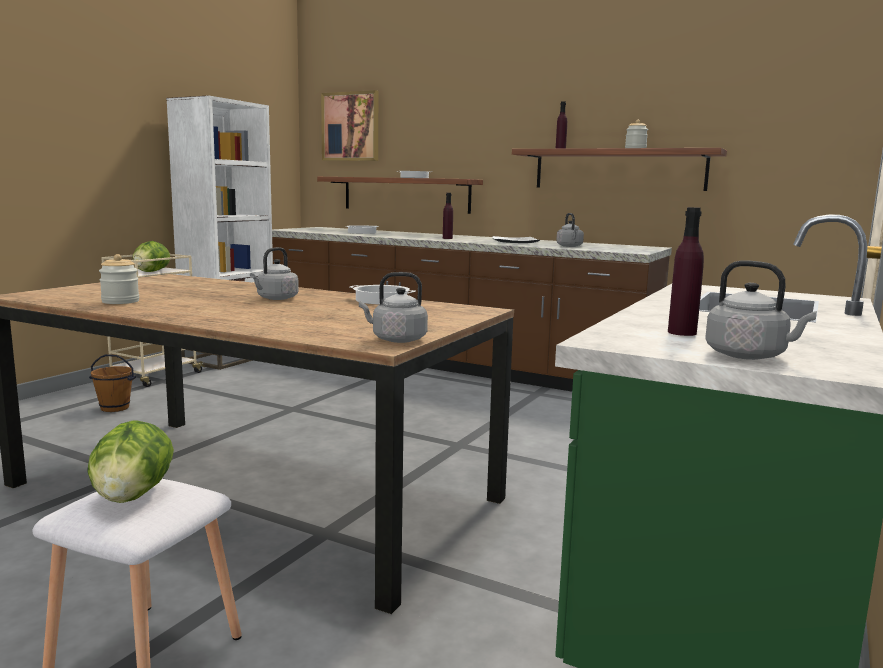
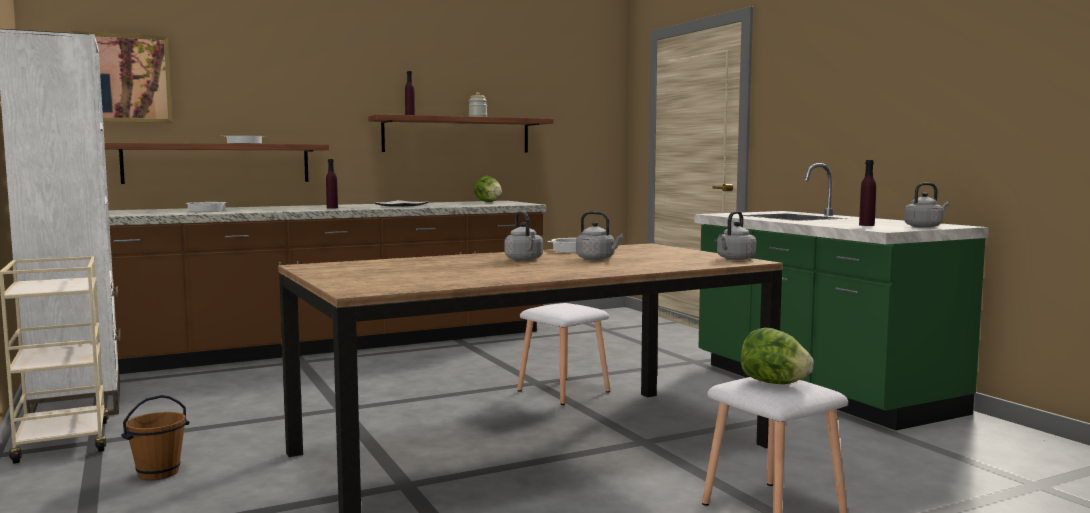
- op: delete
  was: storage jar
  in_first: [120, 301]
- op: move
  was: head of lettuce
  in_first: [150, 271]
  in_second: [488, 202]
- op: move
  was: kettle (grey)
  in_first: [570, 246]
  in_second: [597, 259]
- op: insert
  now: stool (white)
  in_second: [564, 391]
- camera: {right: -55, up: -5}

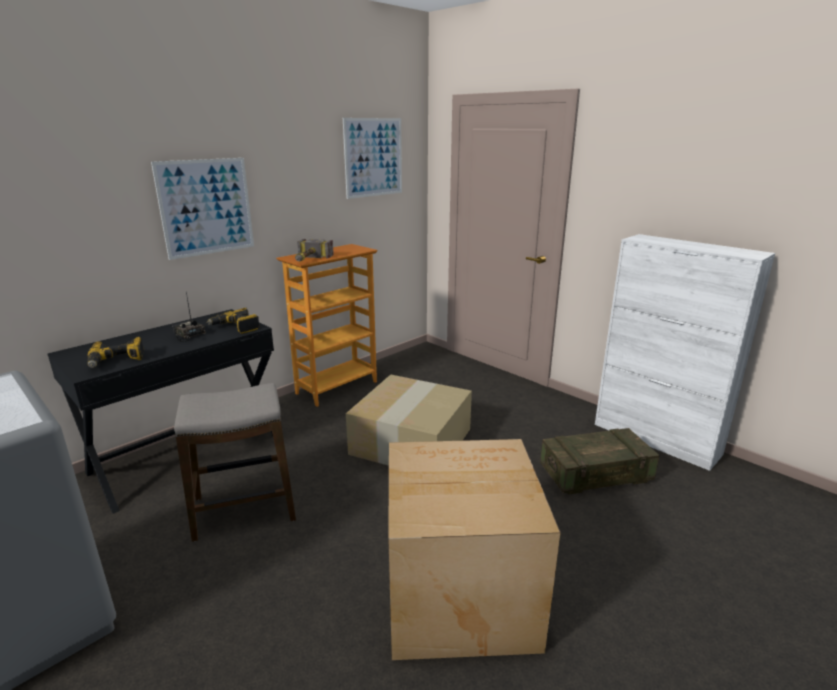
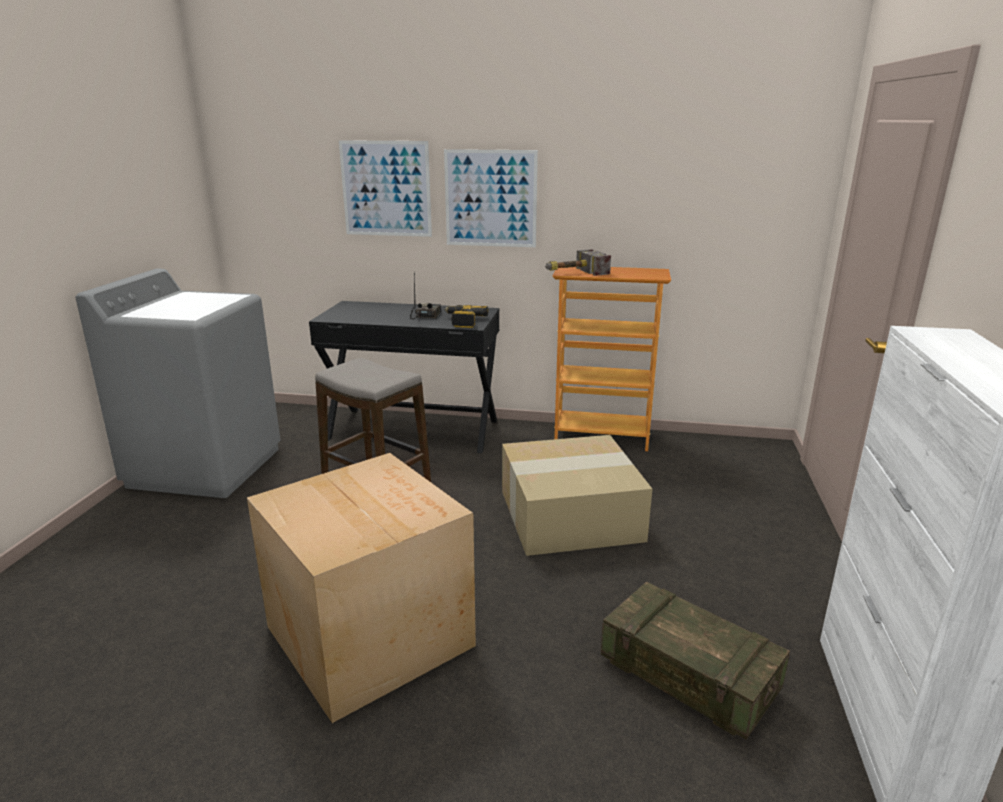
- op: delete
  was: drill
  in_first: [116, 361]
- op: move
  was: wall art
  in_first: [373, 157]
  in_second: [386, 189]
- camera: {right: 55, up: 0}

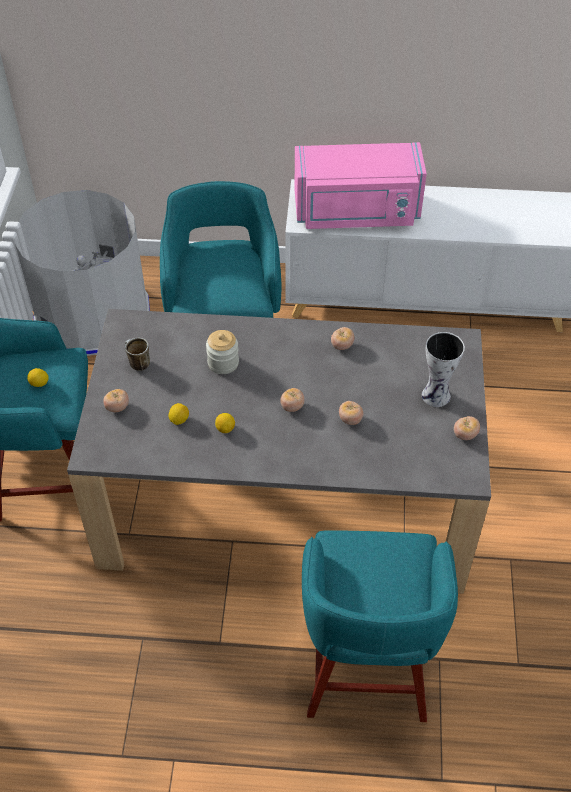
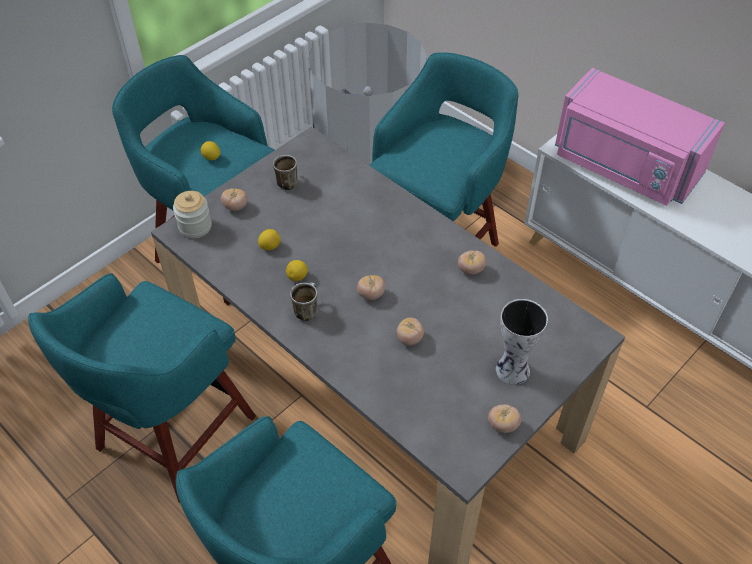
- op: move
  was: storage jar
  in_first: [223, 363]
  in_second: [195, 226]
- op: insert
  now: stool (turquoise)
  in_second: [172, 436]
- op: insert
  now: coffee mug
  in_second: [306, 310]
- camera: {right: 40, up: 0}

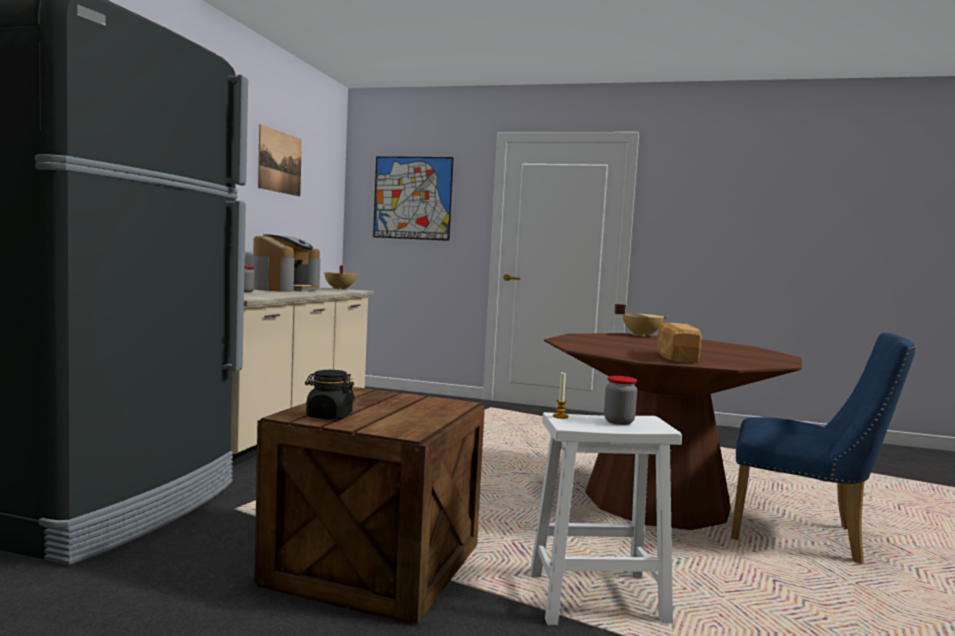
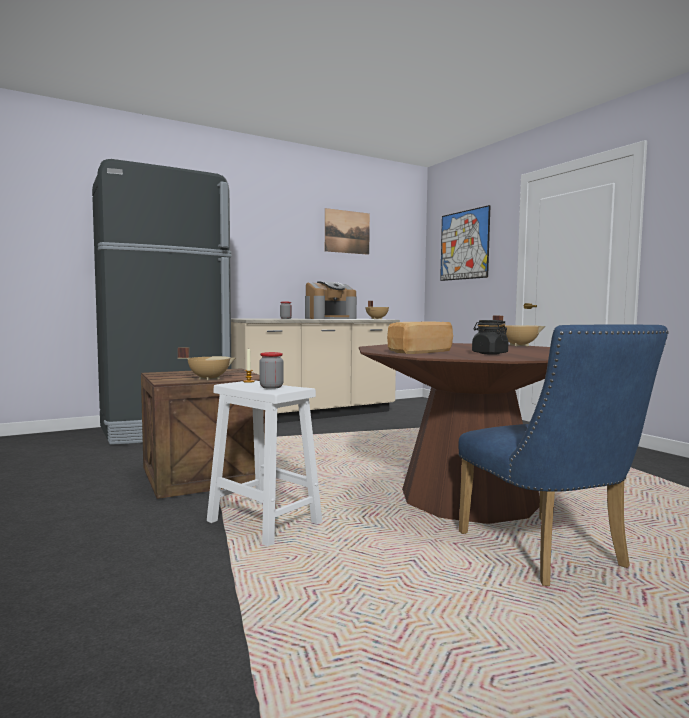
- op: move
  was: storage jar (blackish)
  in_first: [329, 416]
  in_second: [489, 353]
- op: insert
  now: stockpot (beige)
  in_second: [209, 379]
- camera: {right: 45, up: 0}

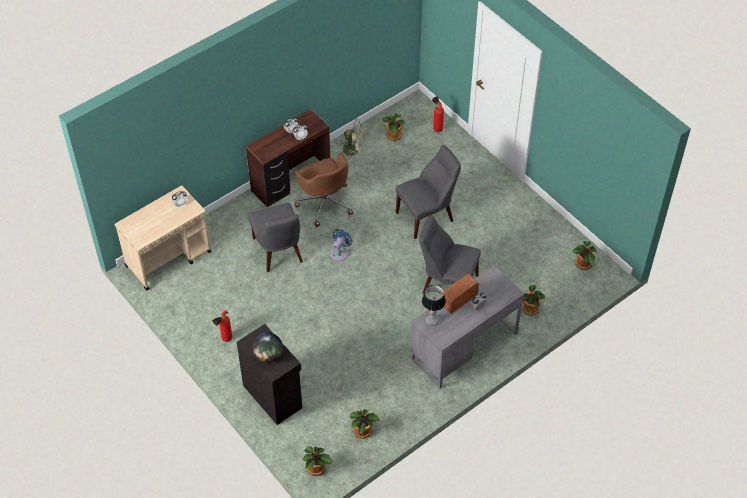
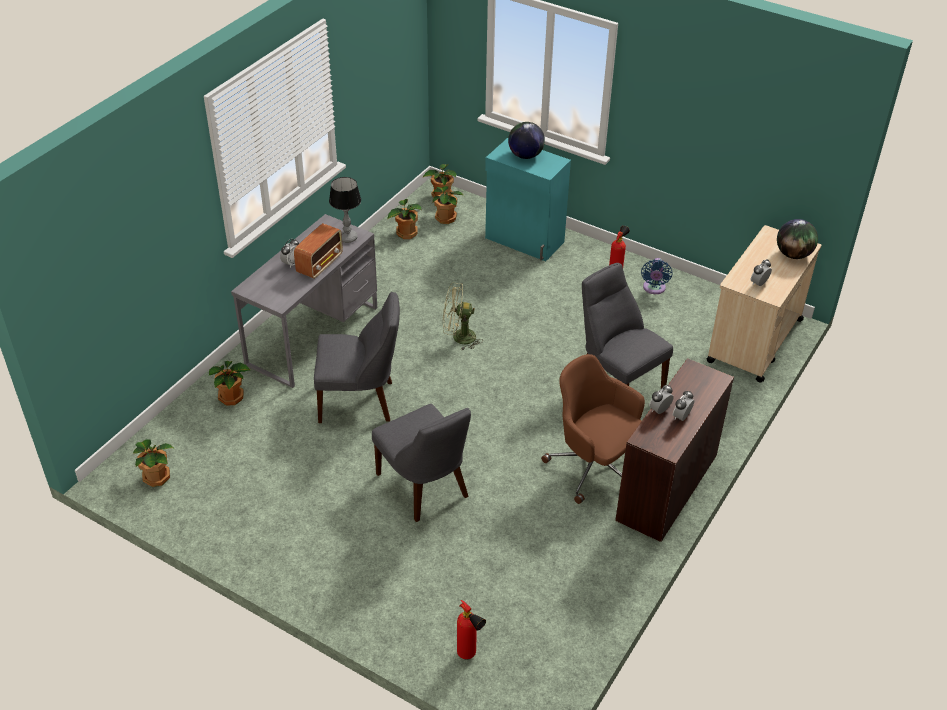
- op: recolor
  was: cupboard (blackish)
  now: cupboard (turquoise)
  in_first: [273, 395]
  in_second: [524, 240]
- op: move
  was: fan (bluish)
  in_first: [340, 253]
  in_second: [654, 288]
- op: move
  was: fan (green)
  in_first: [353, 150]
  in_second: [458, 337]
- op: move
  was: plant in a pot
  in_first: [393, 136]
  in_second: [446, 218]
- op: rotate
  was: plain chair (grey)
  in_first: [427, 216]
  in_second: [424, 488]
  clockwise: -75
- op: insert
  now: globe
  in_second: [793, 254]
- camera: {right: 160, up: -10}

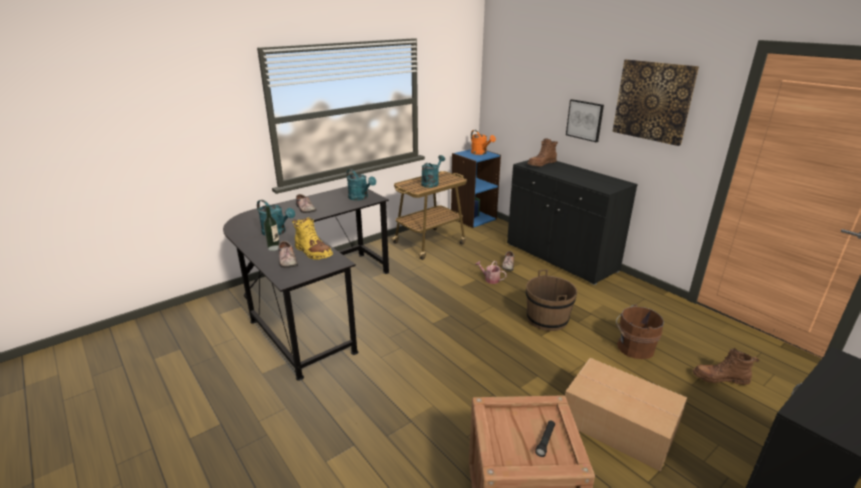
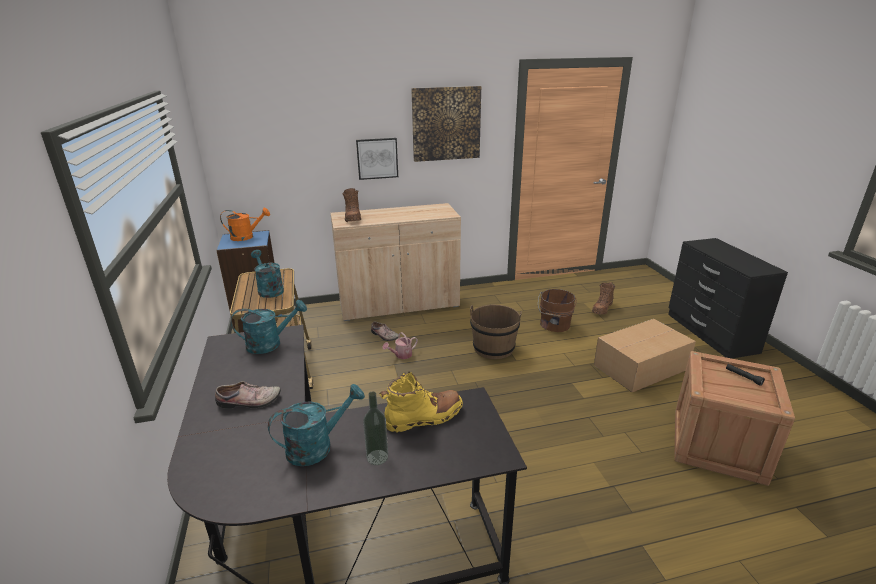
- op: delete
  was: shoe
  in_first: [286, 261]
- op: recolor
  was: cupboard (blackish)
  now: cupboard (beige)
  in_first: [560, 257]
  in_second: [399, 304]
- camera: {right: -65, up: 0}

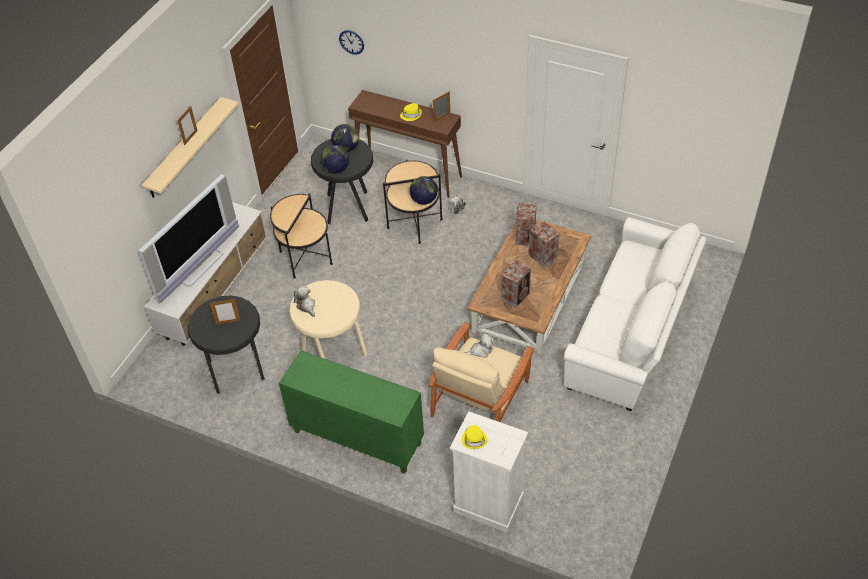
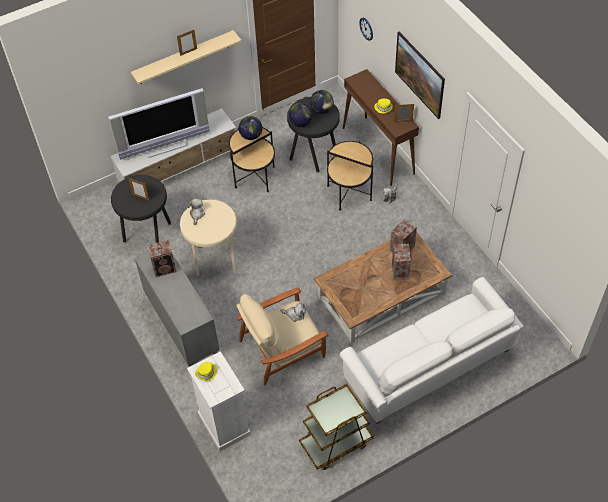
- op: recolor
  was: cupboard (green)
  now: cupboard (grey)
  in_first: [356, 438]
  in_second: [181, 325]
- op: move
  was: globe
  in_first: [424, 200]
  in_second: [251, 136]
- op: move
  was: speaker
  in_first: [516, 296]
  in_second: [165, 268]
- op: insert
  now: trolley (brown)
  in_second: [336, 443]
- op: insert
  now: wall art
  in_second: [418, 84]
- camera: {right: 35, up: 5}

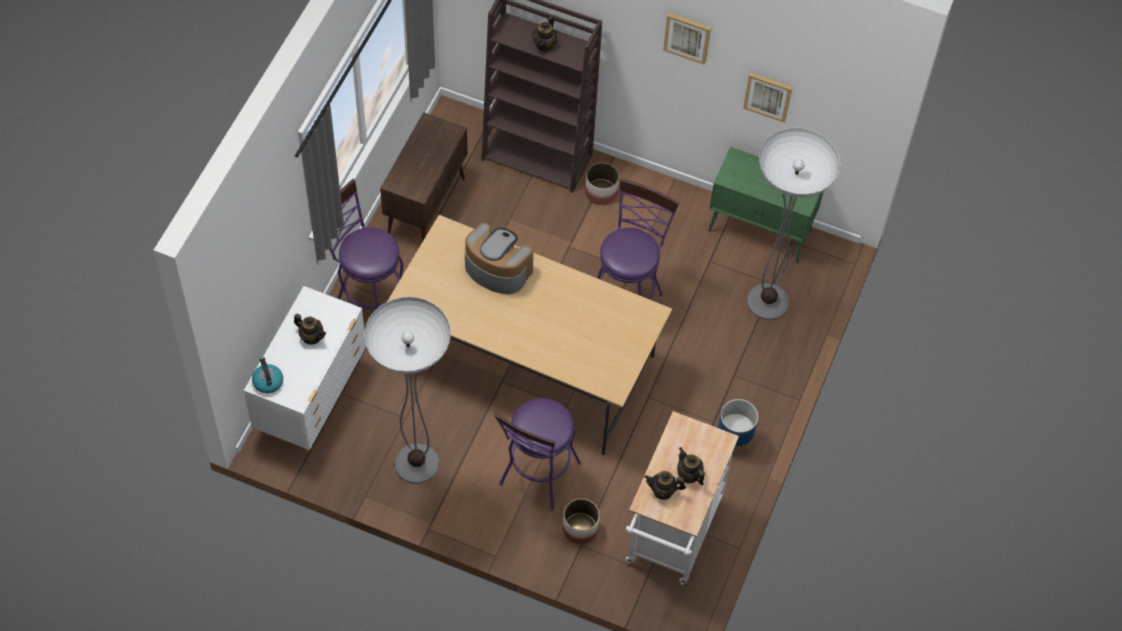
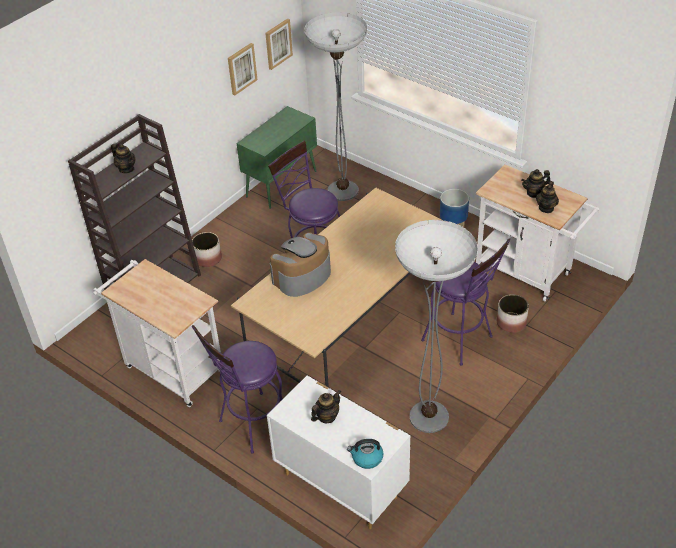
- op: replace
  was: cupboard (brown)
  now: trolley (white)
  in_first: [426, 207]
  in_second: [170, 368]
- op: move
  was: wall art
  in_first: [687, 37]
  in_second: [278, 43]
- camera: {right: -70, up: -15}

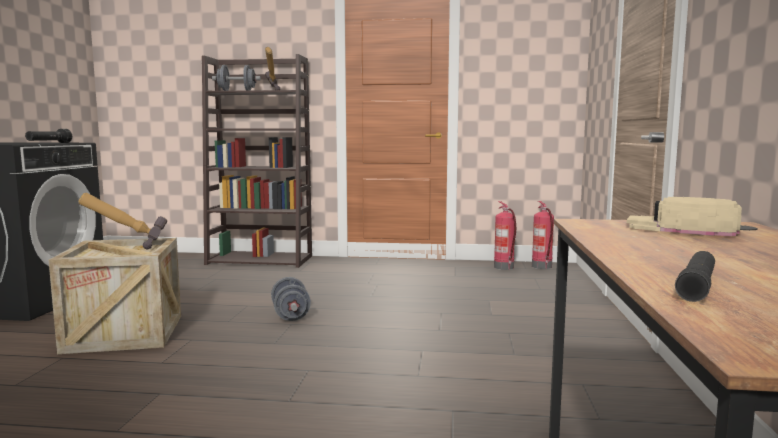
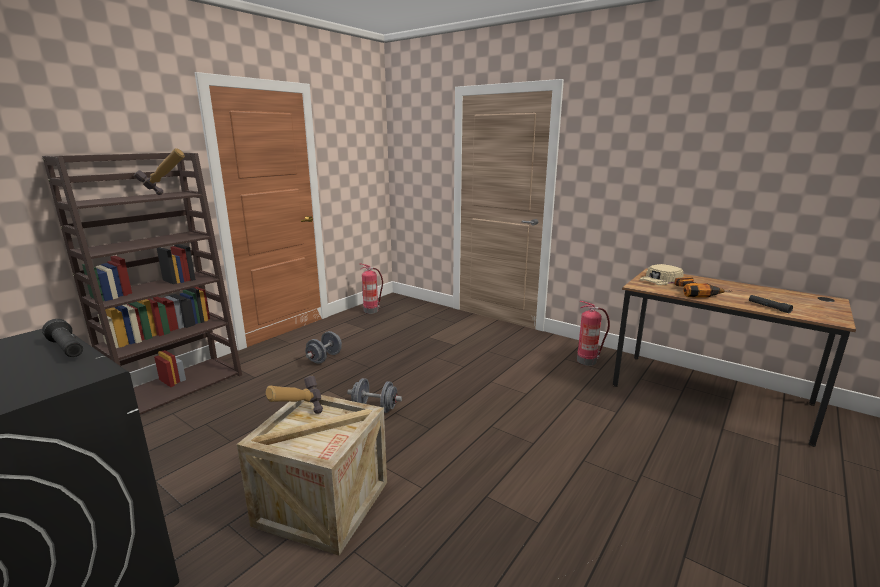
- op: move
  was: free weight (grey)
  in_first: [236, 91]
  in_second: [324, 358]
- op: move
  was: fire extinguisher
  in_first: [542, 267]
  in_second: [587, 361]
- op: insert
  now: drill
  in_second: [697, 292]
- camera: {right: -60, up: 10}

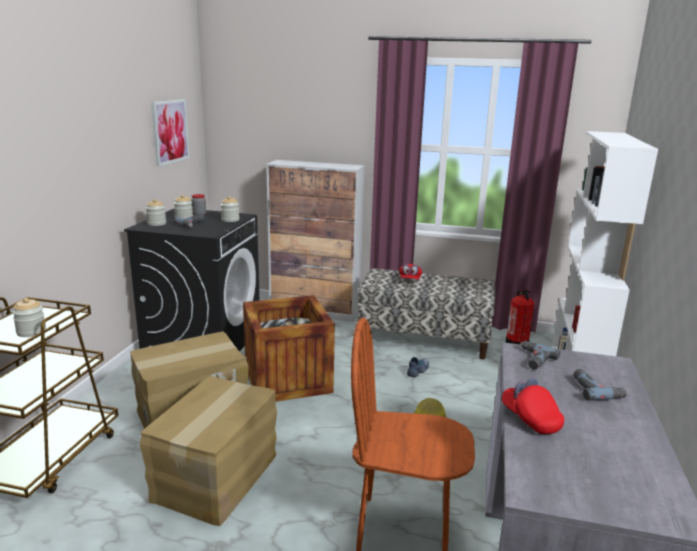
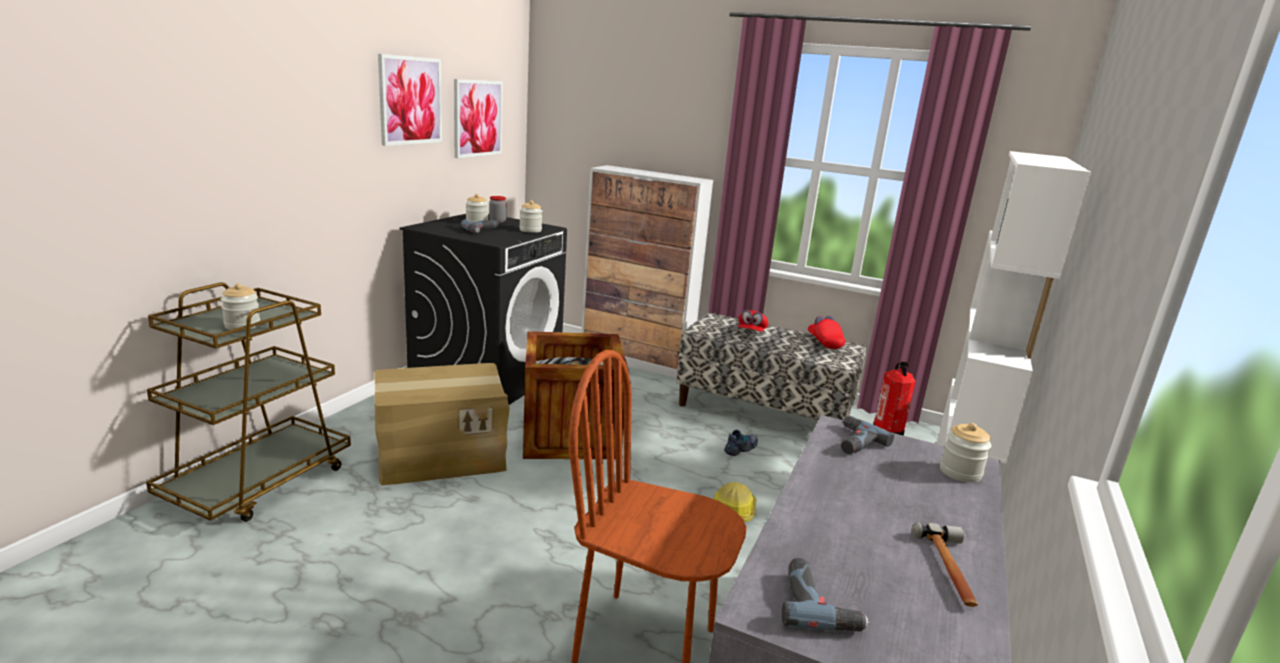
- op: delete
  was: carton
  in_first: [217, 477]
- op: move
  was: storage jar
  in_first: [156, 224]
  in_second: [960, 472]
- op: move
  was: baseball cap (reddish)
  in_first: [530, 419]
  in_second: [824, 342]
- op: move
  was: drill
  in_first: [596, 390]
  in_second: [818, 604]
- op: insert
  now: wall art
  in_second: [410, 100]
- op: insert
  now: hammer
  in_second: [951, 570]
- camera: {right: 10, up: 0}

